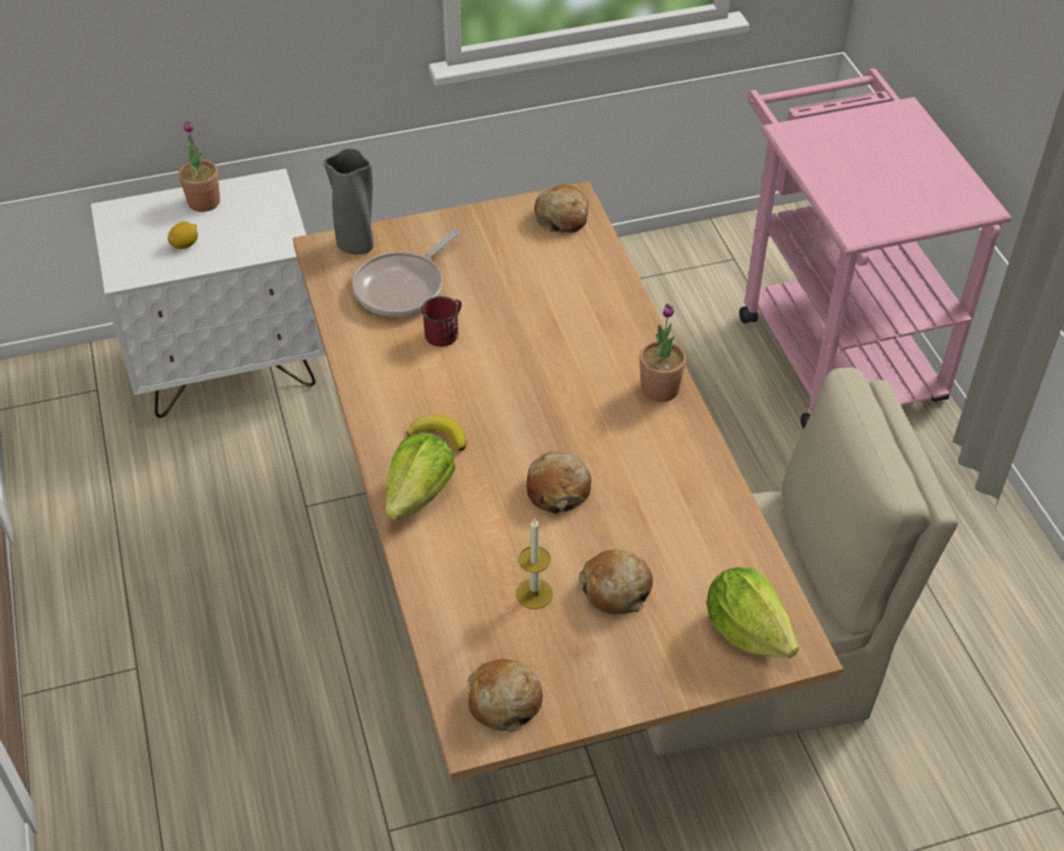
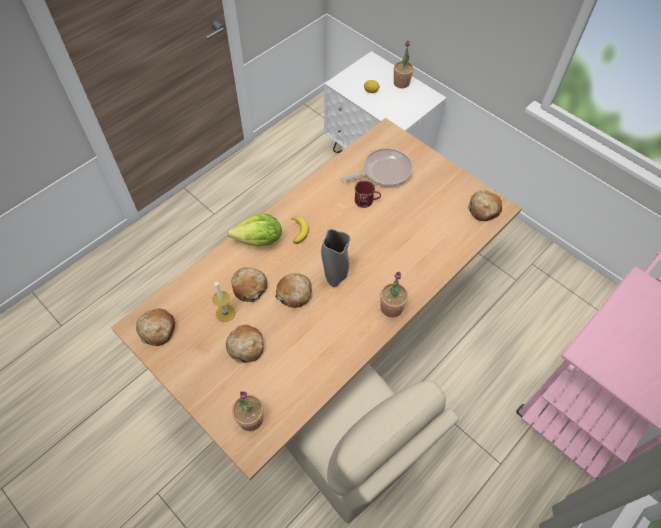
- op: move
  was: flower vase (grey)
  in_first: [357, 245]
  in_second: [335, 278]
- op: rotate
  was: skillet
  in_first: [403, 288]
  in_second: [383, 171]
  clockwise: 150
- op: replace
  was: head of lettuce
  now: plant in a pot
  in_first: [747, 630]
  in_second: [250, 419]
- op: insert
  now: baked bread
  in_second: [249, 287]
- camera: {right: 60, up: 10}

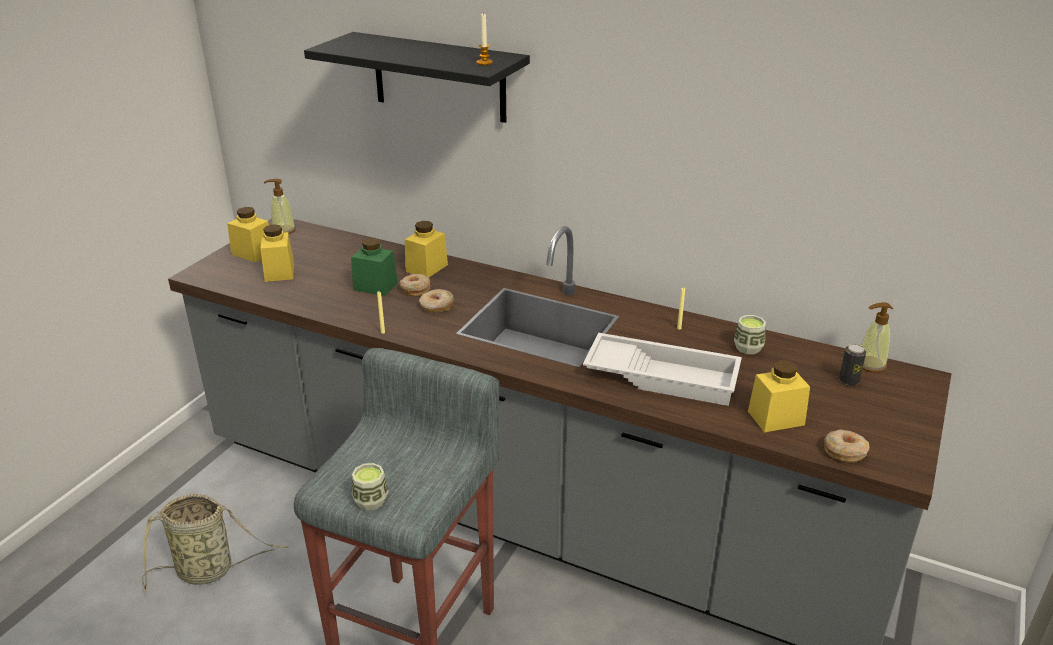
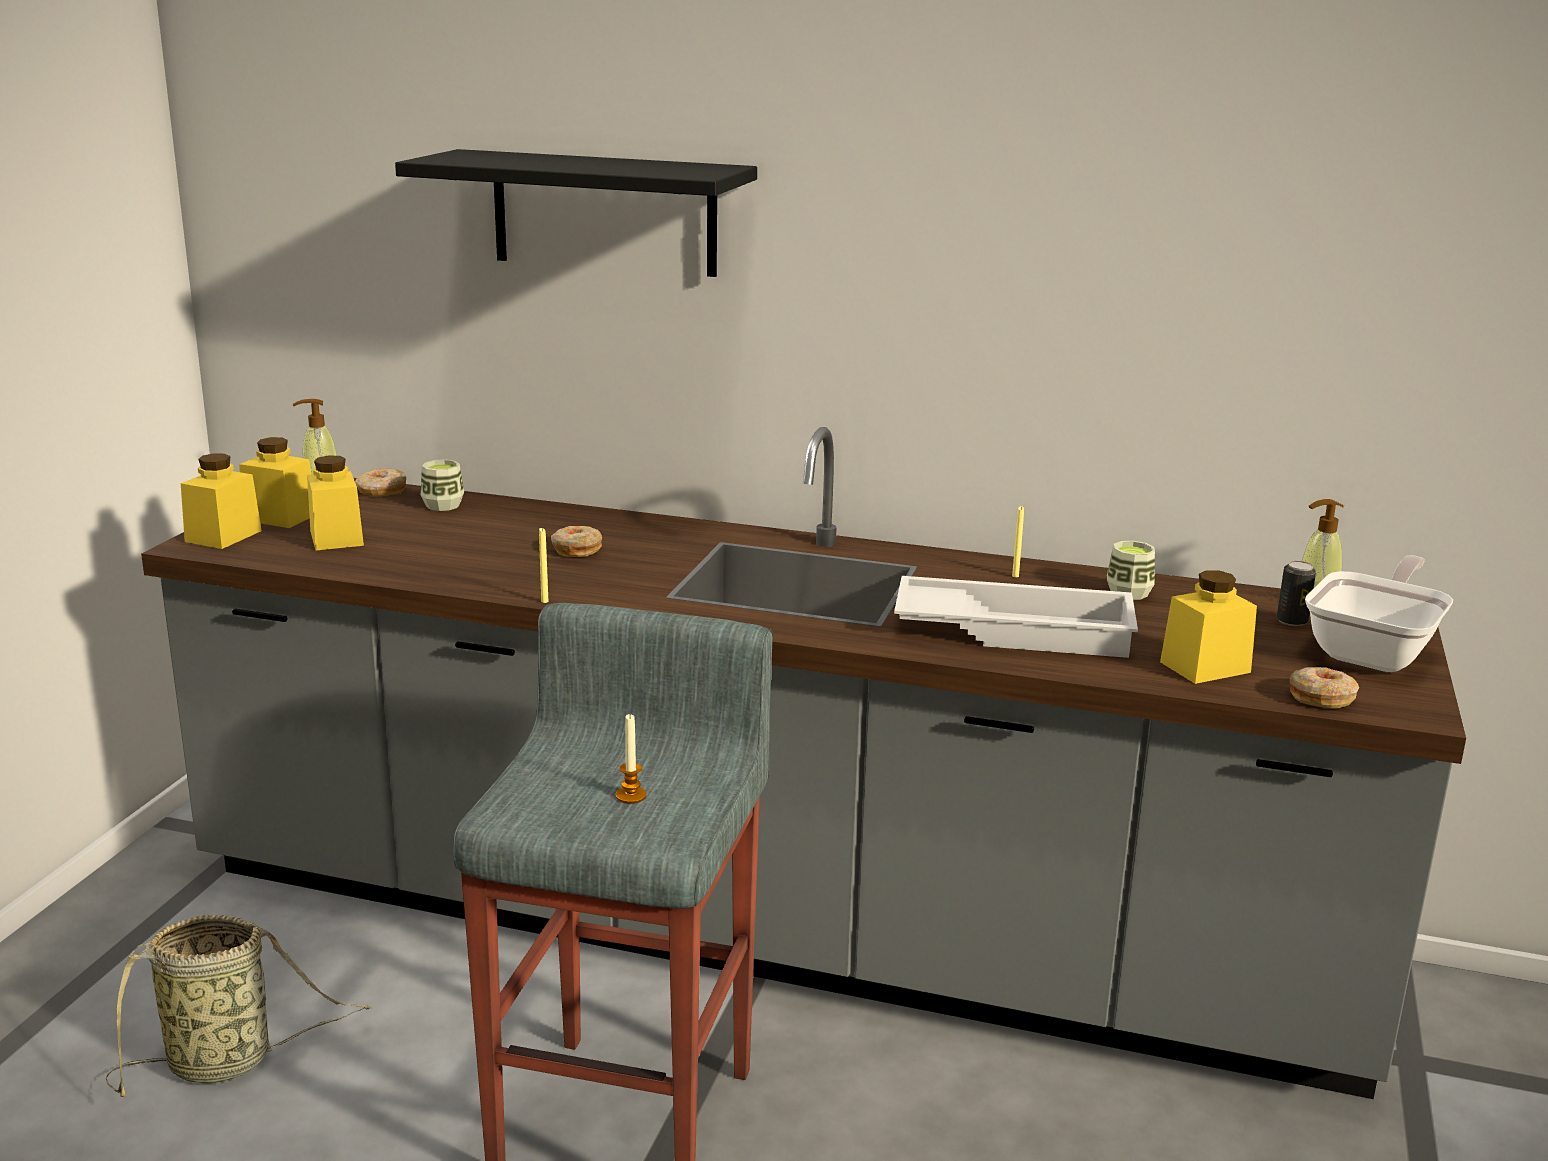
- op: delete
  was: storage jar (green)
  in_first: [375, 286]
- op: move
  was: cup
  in_first: [371, 501]
  in_second: [443, 505]
- op: move
  was: storage jar (yellowish)
  in_first: [426, 268]
  in_second: [223, 536]
- op: move
  was: ring doughnut
  in_first: [436, 306]
  in_second: [381, 491]
- op: move
  was: candle
  in_first: [484, 62]
  in_second: [631, 796]
- op: insert
  now: skillet
  in_second: [1375, 652]
- camera: {right: -10, up: -10}

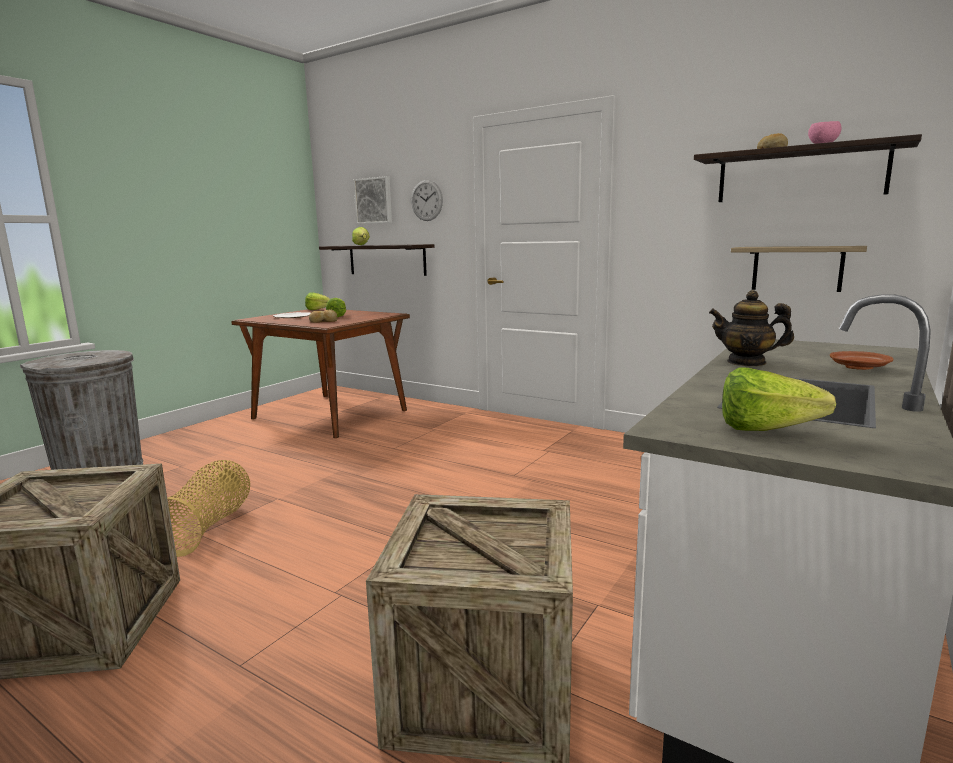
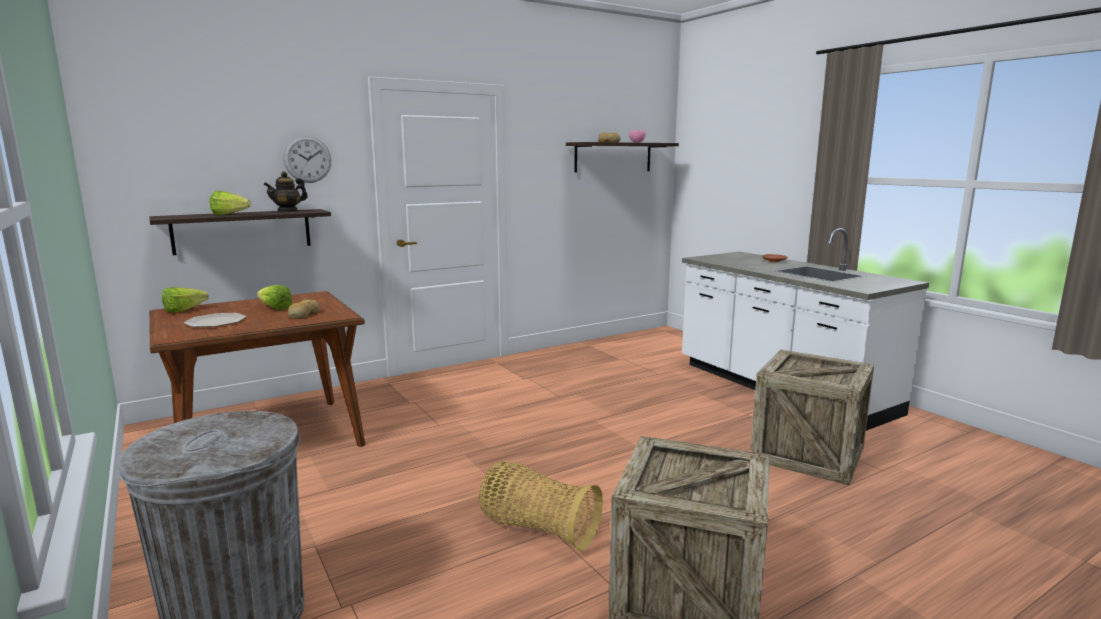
- op: delete
  was: wall art
  in_first: [374, 201]
- op: move
  was: pot for tea
  in_first: [746, 362]
  in_second: [288, 211]
- op: delete
  was: head of lettuce
  in_first: [775, 431]
- op: delete
  was: wall shelf
  in_first: [797, 268]
- camera: {right: -65, up: 0}

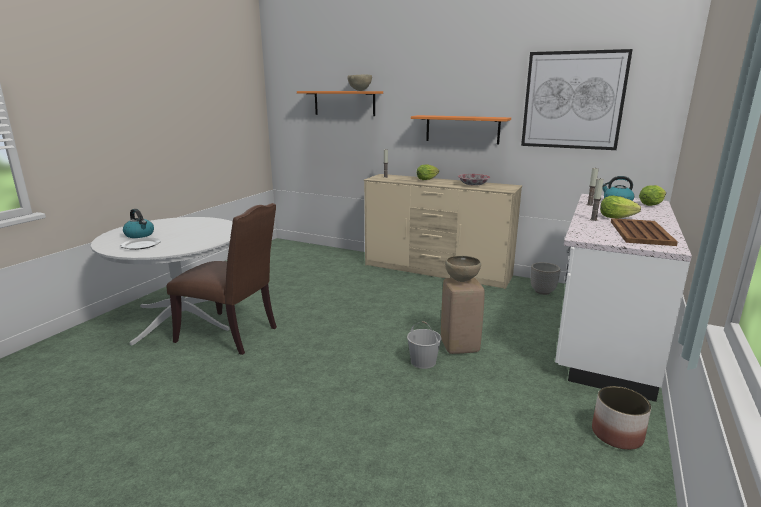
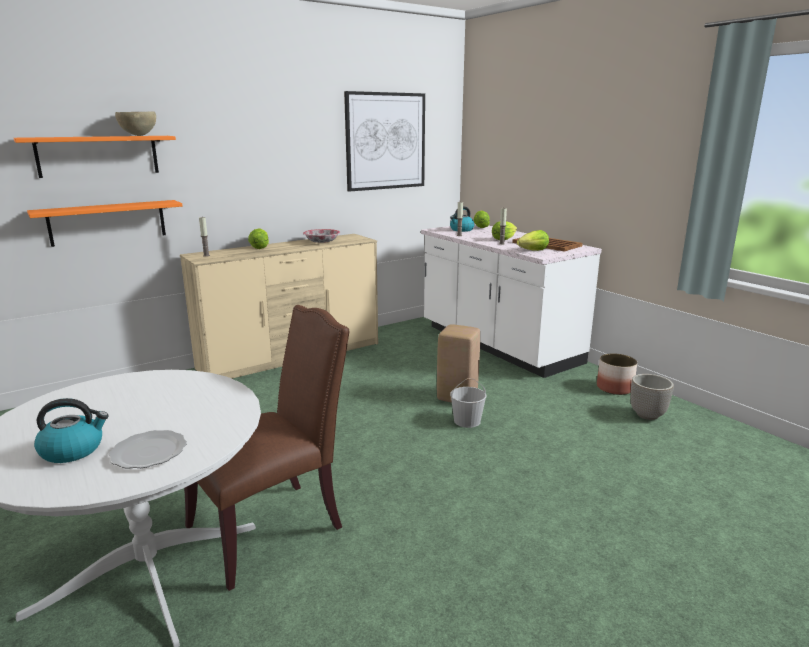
- op: move
  was: wall shelf (orange-coloured)
  in_first: [462, 129]
  in_second: [108, 222]
- op: delete
  was: deep dish (brown)
  in_first: [462, 281]
- op: move
  was: flower pot
  in_first: [543, 292]
  in_second: [647, 415]
- op: insert
  now: head of lettuce
  in_second: [533, 251]
- camera: {right: -60, up: 0}

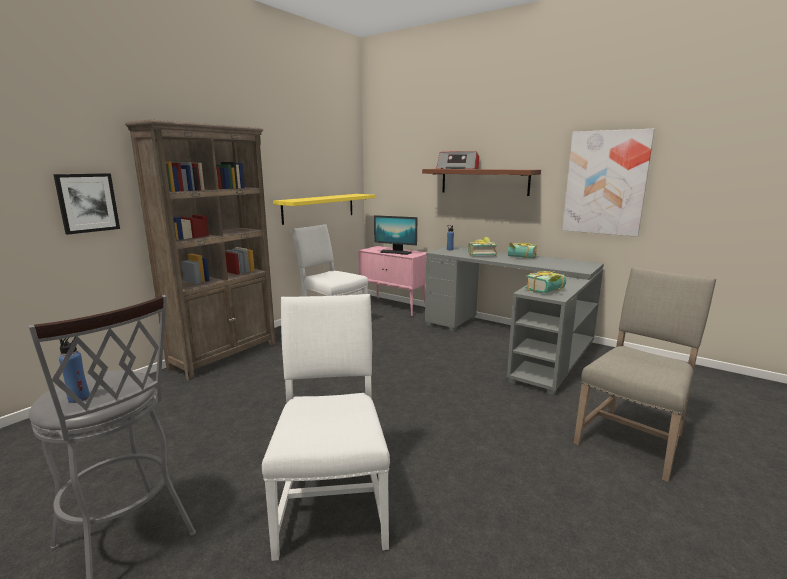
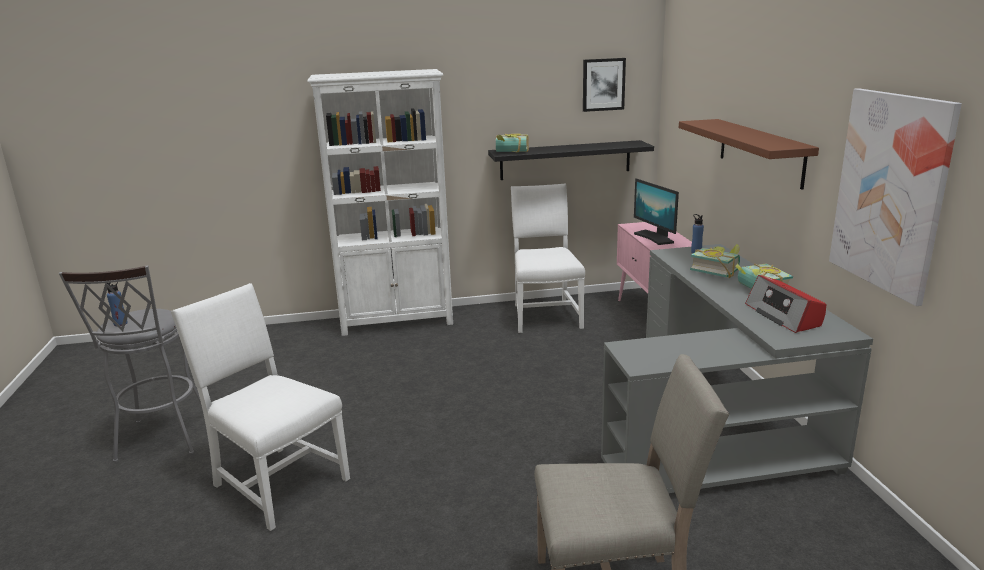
- op: move
  was: wall art
  in_first: [87, 203]
  in_second: [603, 84]
- op: recolor
  was: bookcase (brown)
  now: bookcase (white)
  in_first: [225, 356]
  in_second: [397, 321]
- op: rotate
  was: plain chair (white)
  in_first: [332, 504]
  in_second: [276, 482]
  clockwise: -90
- op: recolor
  was: wall shelf (yellowish)
  now: wall shelf (blackish)
  in_first: [319, 208]
  in_second: [565, 160]
- op: move
  was: radio
  in_first: [458, 168]
  in_second: [784, 315]
- op: move
  was: book
  in_first: [548, 291]
  in_second: [511, 152]
- camera: {right: 45, up: 5}

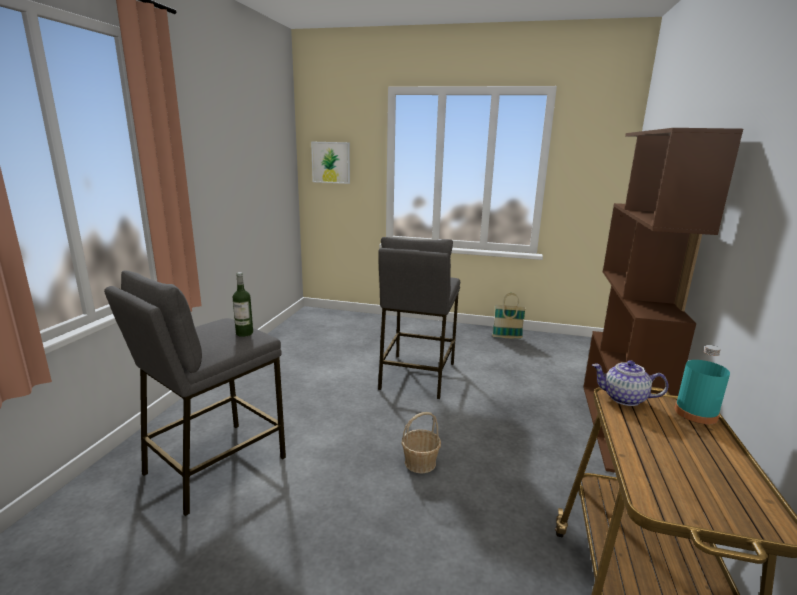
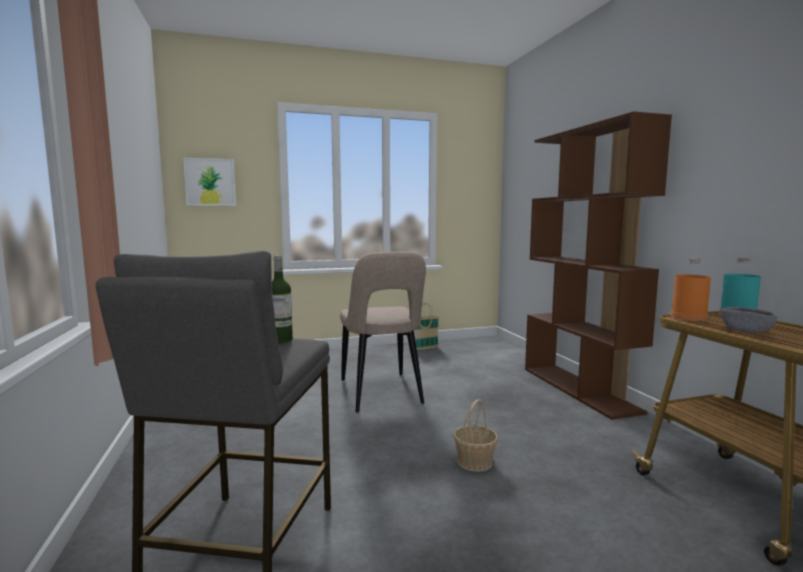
- op: replace
  was: stool (grey)
  now: plain chair (beige)
  in_first: [416, 376]
  in_second: [381, 394]
- op: replace
  was: pot for tea
  now: bottle (orange-coloured)
  in_first: [624, 398]
  in_second: [688, 317]
- op: insert
  now: deep dish (grey)
  in_second: [746, 330]
- camera: {right: -30, up: -10}

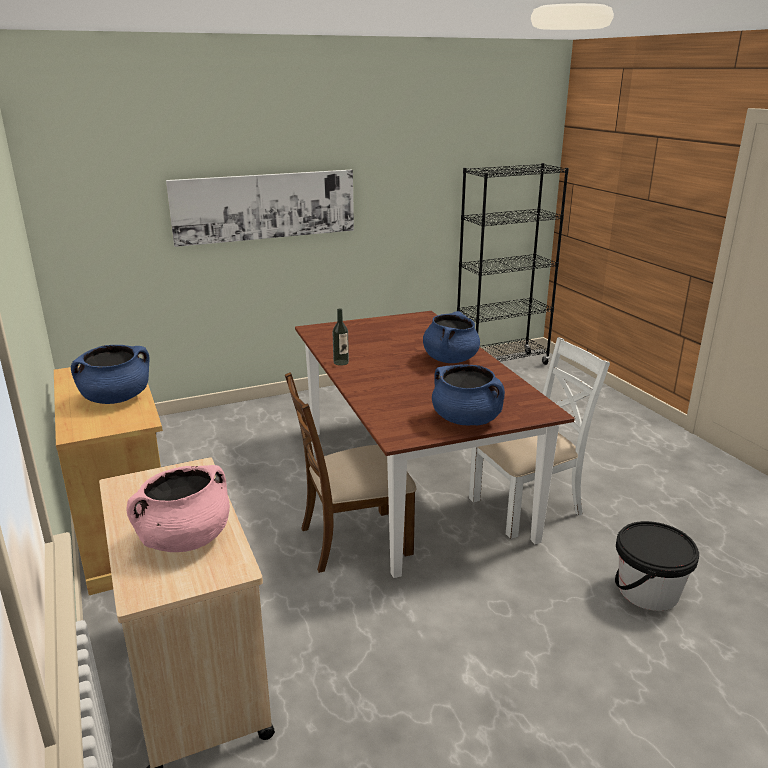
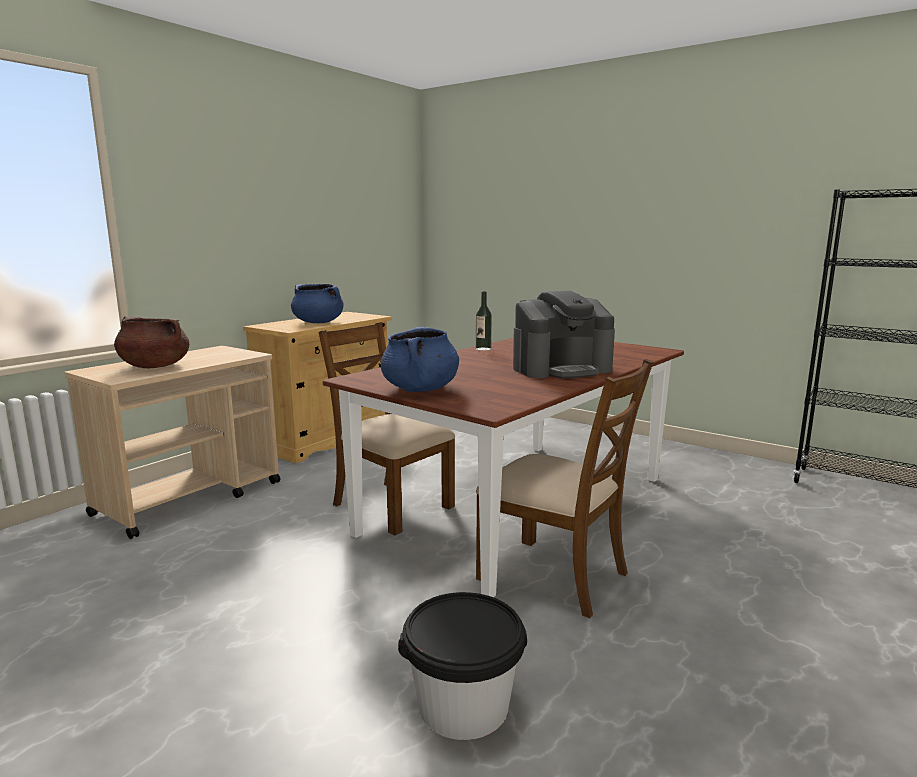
- op: recolor
  was: stockpot (pink-coloured)
  now: stockpot (brown)
  in_first: [185, 539]
  in_second: [154, 366]
- op: delete
  was: wall art
  in_first: [265, 206]
- op: replace
  was: stockpot (bluish)
  now: coffee maker
  in_first: [450, 359]
  in_second: [561, 369]
- op: recolor
  was: plain chair (white)
  now: plain chair (brown)
  in_first: [527, 506]
  in_second: [555, 575]
- camera: {right: 60, up: -10}

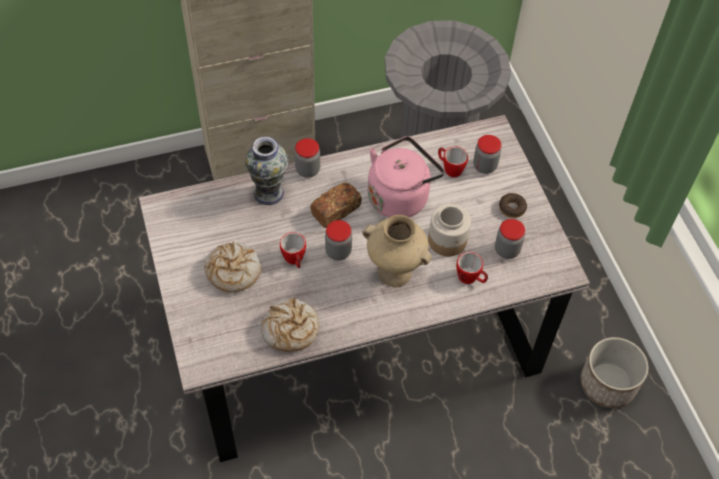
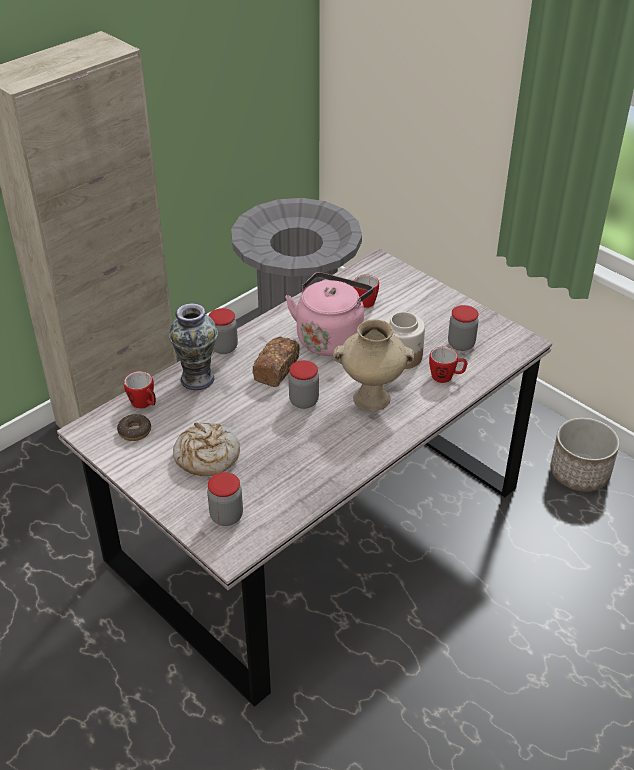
- op: delete
  was: baked bread
  in_first: [290, 330]
- op: move
  was: coffee mug
  in_first: [294, 260]
  in_second: [144, 404]
- op: move
  was: storage jar
  in_first: [484, 166]
  in_second: [226, 516]
- op: move
  was: ring doughnut
  in_first: [512, 208]
  in_second: [134, 431]
- camera: {right: -25, up: -15}

